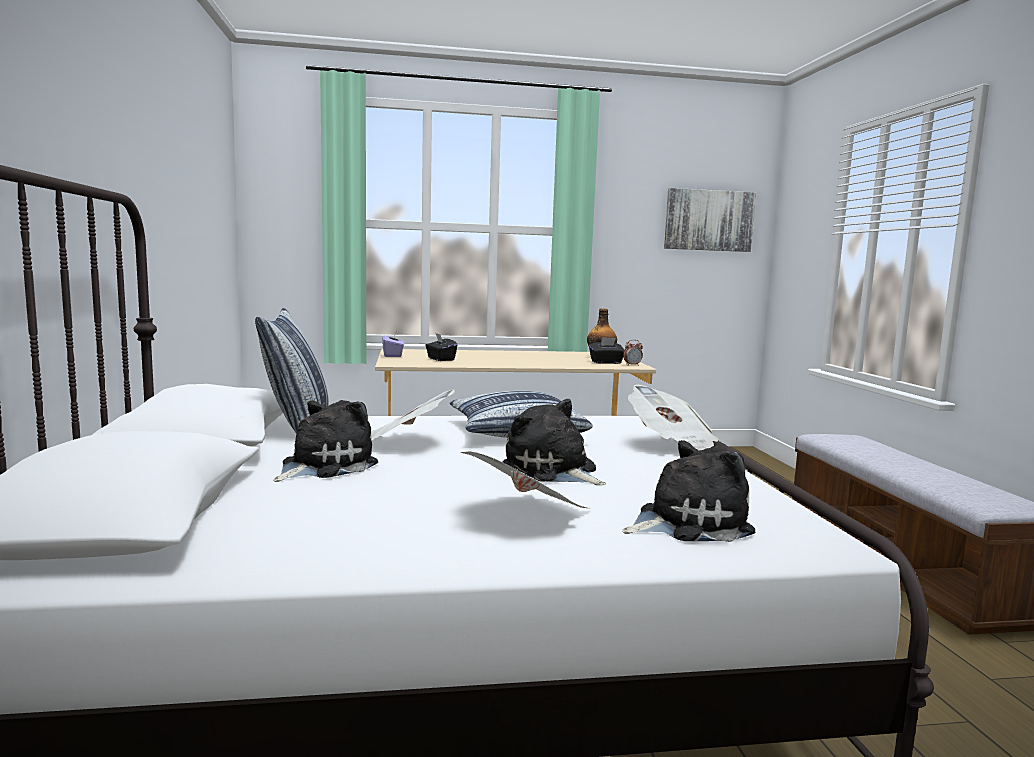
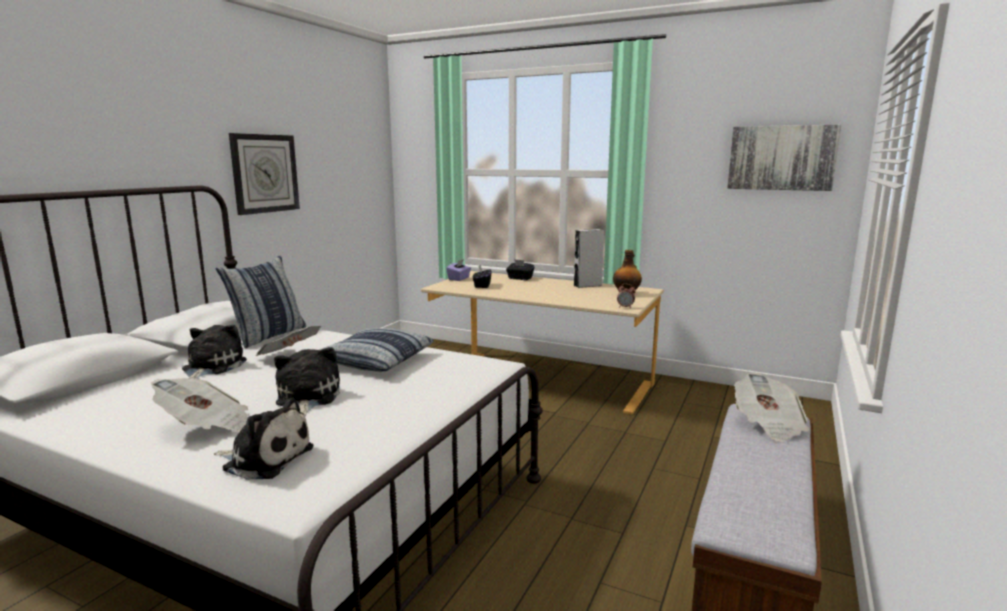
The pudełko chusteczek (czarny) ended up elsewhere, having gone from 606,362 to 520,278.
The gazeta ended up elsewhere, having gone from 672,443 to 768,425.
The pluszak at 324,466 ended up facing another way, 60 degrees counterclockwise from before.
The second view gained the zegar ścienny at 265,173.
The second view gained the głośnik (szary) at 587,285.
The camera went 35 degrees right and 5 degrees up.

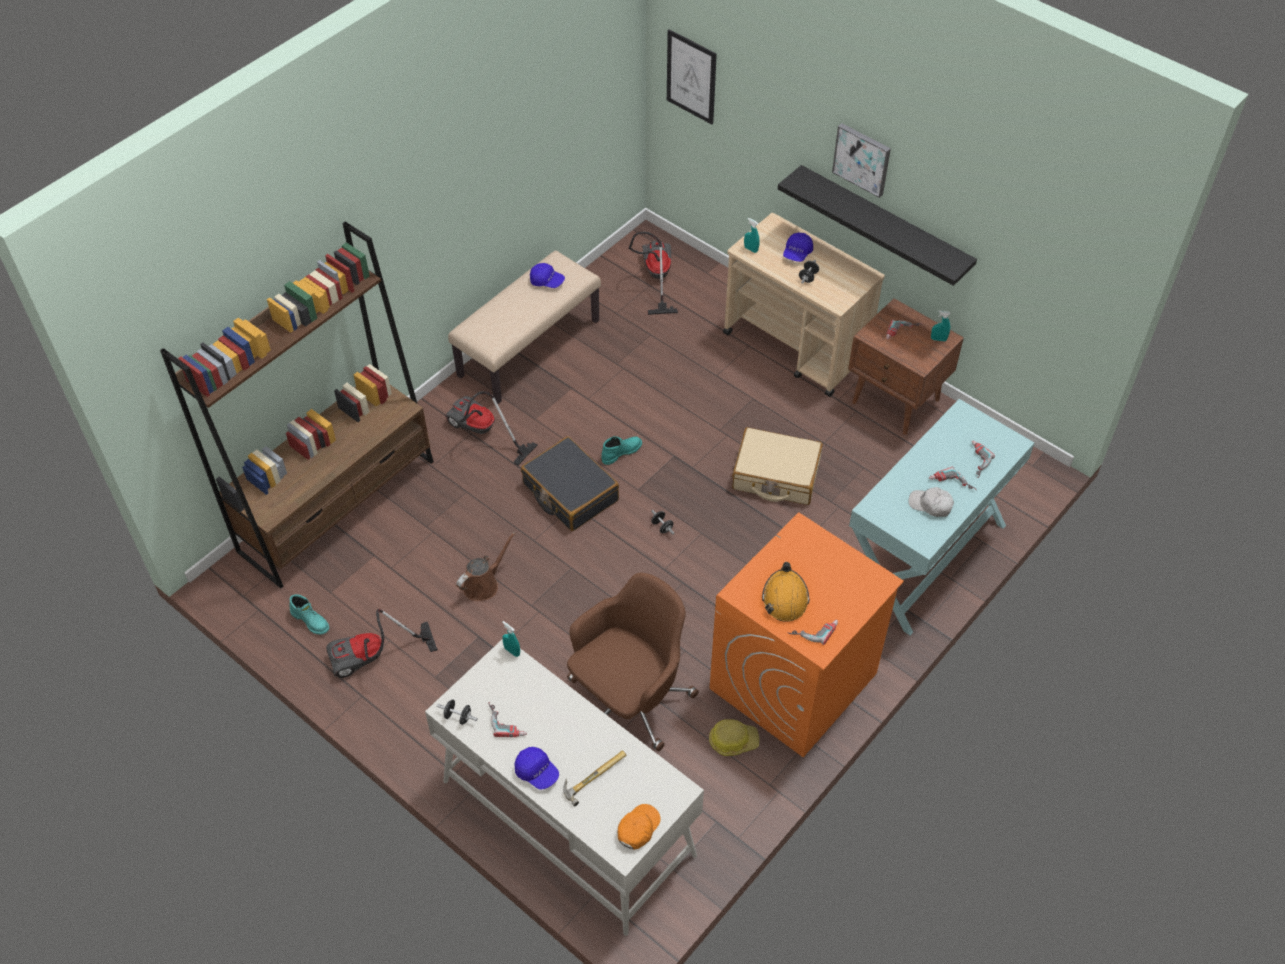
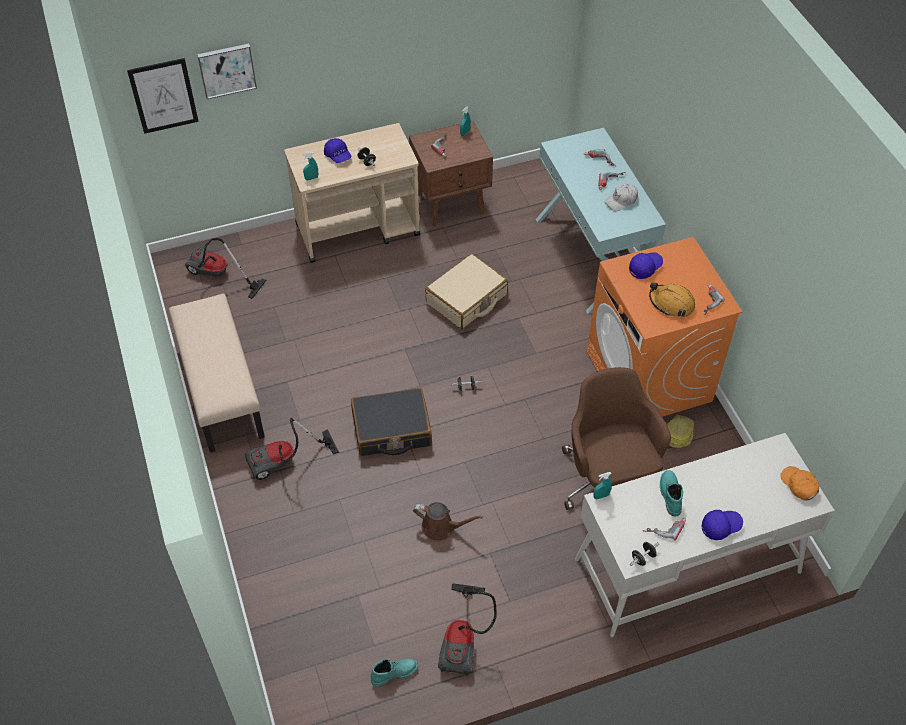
The obraz ended up elsewhere, having gone from 862,159 to 227,70.
The second view lost the półka (czarny) at 884,225.
The second view lost the regał (brązowy) at 338,505.
The czapka z daszkiem (niebieski) ended up elsewhere, having gone from 547,281 to 645,268.
The but z cholewką (turkusowy) ended up elsewhere, having gone from 621,452 to 669,494.
The konewka (brązowy) at 483,584 ended up facing another way, 120 degrees clockwise from before.
The second view lost the młotek at 592,774.
The camera went 60 degrees left and 0 degrees up.

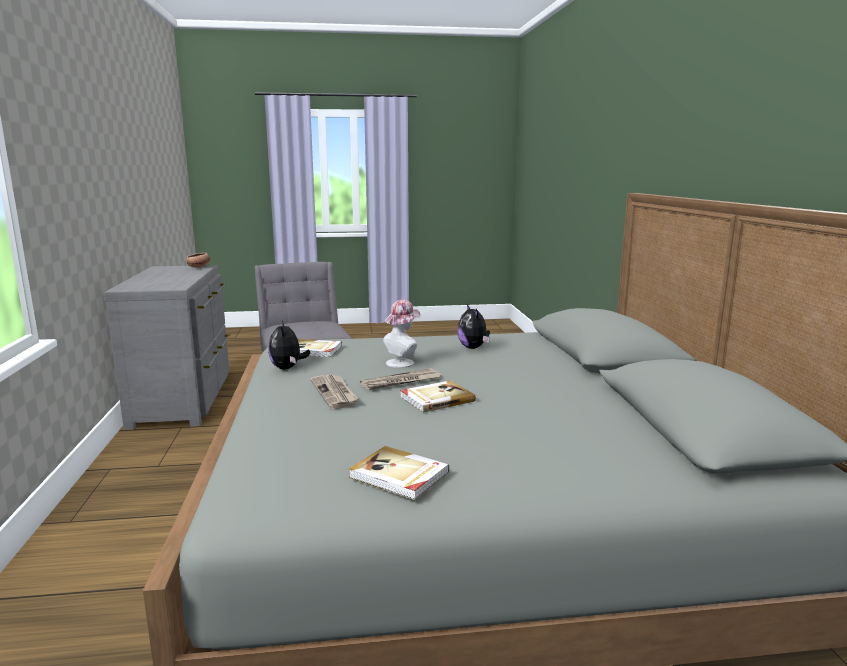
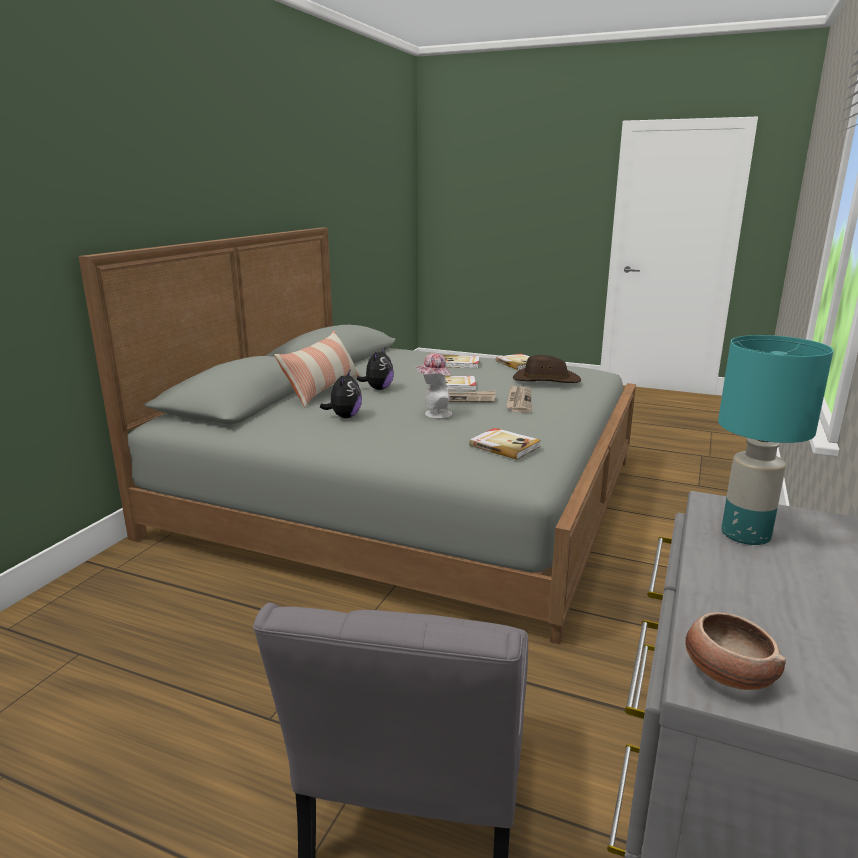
The pluszak ended up elsewhere, having gone from 287,368 to 378,389.
The second view gained the poduszka at 322,389.
The second view gained the lampa stołowa (turkusowy) at 745,534.
The second view gained the książka at 460,363.
The second view gained the kapelusz (brązowy) at 545,380.
The camera went 150 degrees left and 5 degrees up.

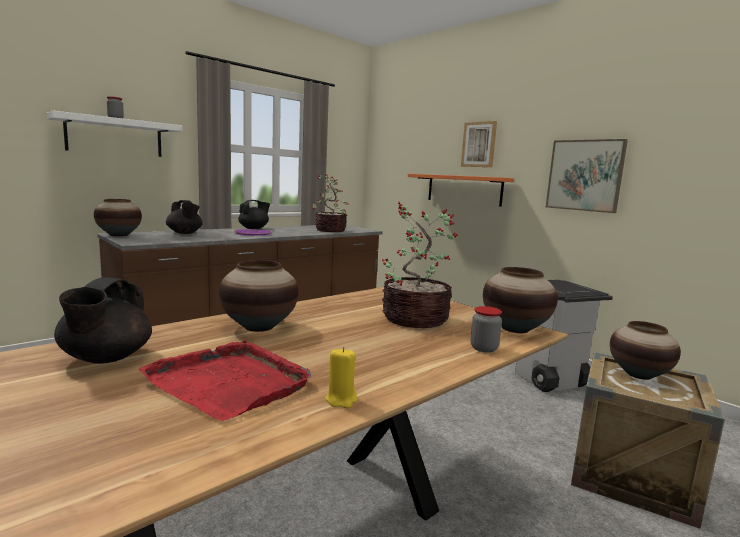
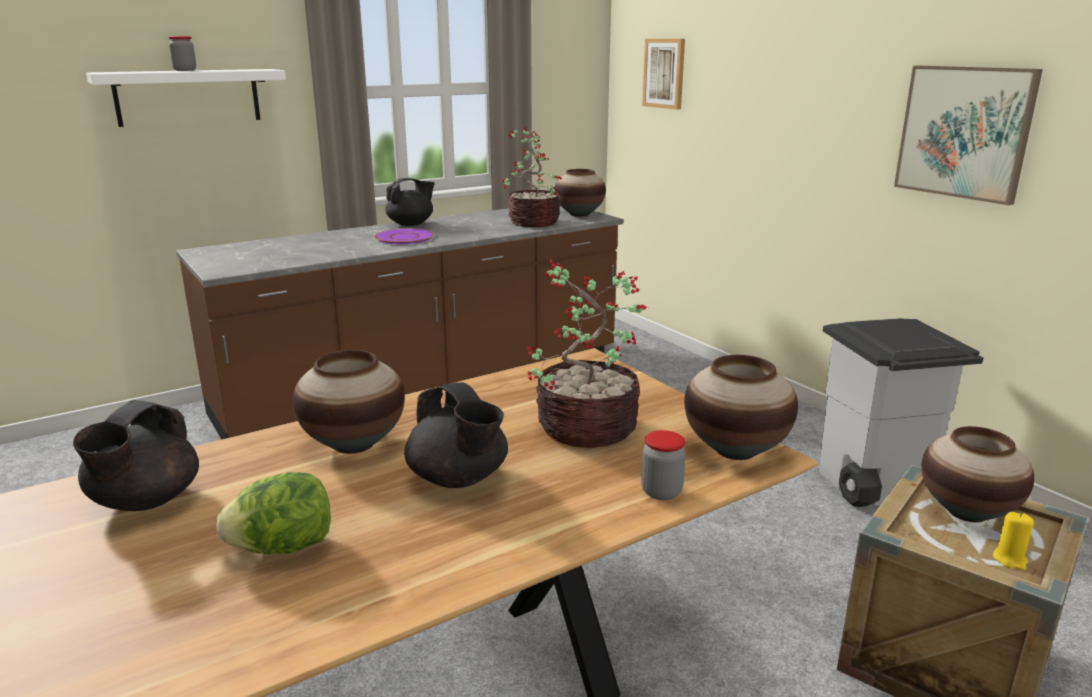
The obraz ended up elsewhere, having gone from 479,144 to 664,73.
The second view lost the półka (pomarańczowy) at 463,189.
The wazon ended up elsewhere, having gone from 119,235 to 579,214.
The imbryk (czarny) ended up elsewhere, having gone from 185,233 to 459,479.
Where the taca (czerwony) stood at 230,382, the sałata came to stand at 284,548.
The świeca (żółty) ended up elsewhere, having gone from 341,400 to 1010,560.
The camera went 10 degrees right and 10 degrees up.

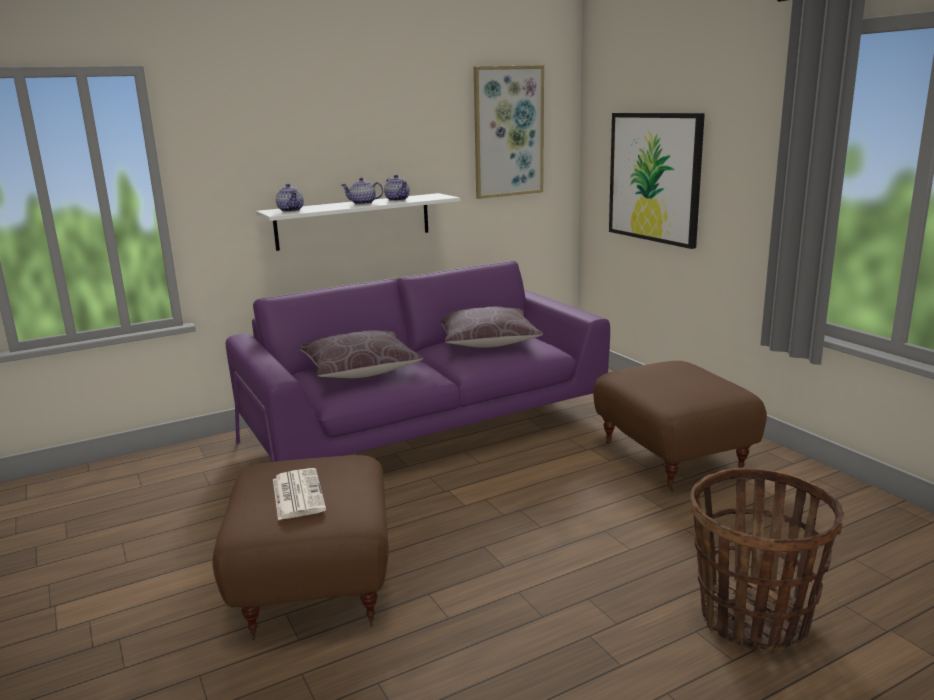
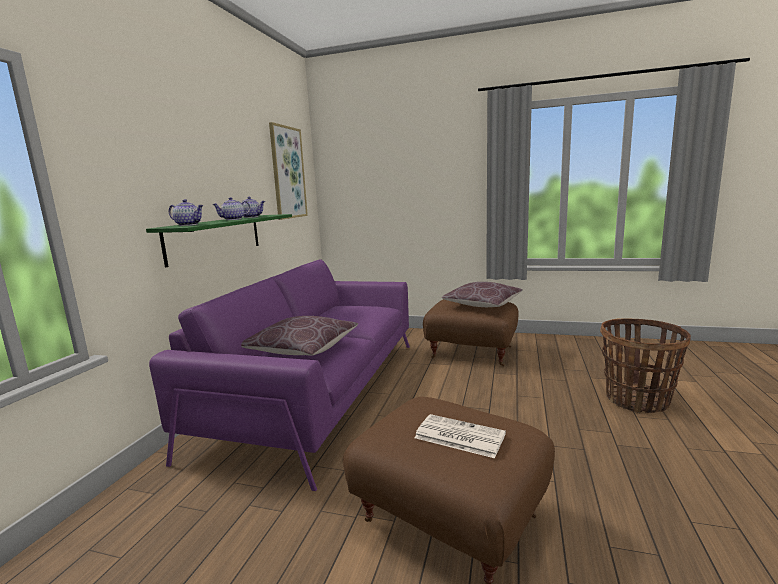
The second view lost the obraz at 654,177.
What was the półka (biały) at 354,221 turned into the półka (zielony) at 216,237.
The poduszka (brązowy) ended up elsewhere, having gone from 487,341 to 482,304.
The camera went 45 degrees left and 5 degrees down.

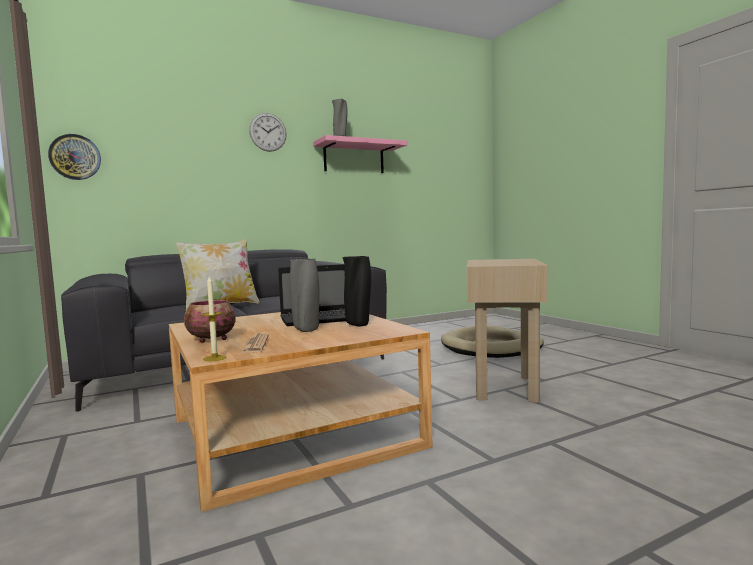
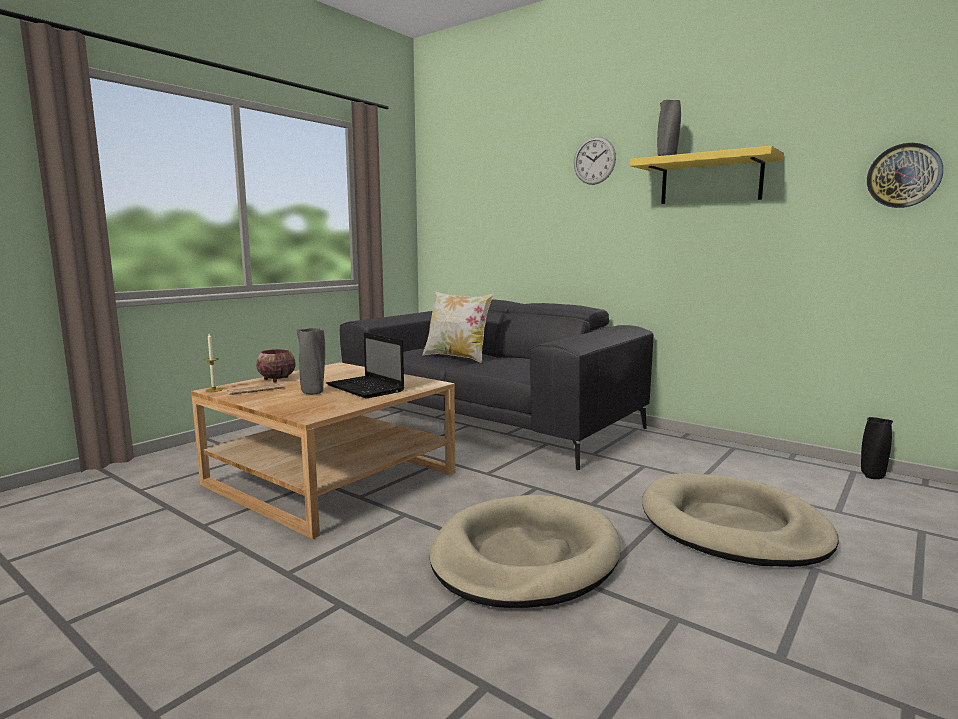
The zegar ścienny ended up elsewhere, having gone from 75,157 to 904,176.
What was the półka (różowy) at 354,158 turned into the półka (żółty) at 710,180.
The wazon (czarny) ended up elsewhere, having gone from 358,324 to 872,476.
Where the stolik (beżowy) stood at 504,387, the legowisko (beżowy) came to stand at 524,557.
The camera went 65 degrees right and 5 degrees up.

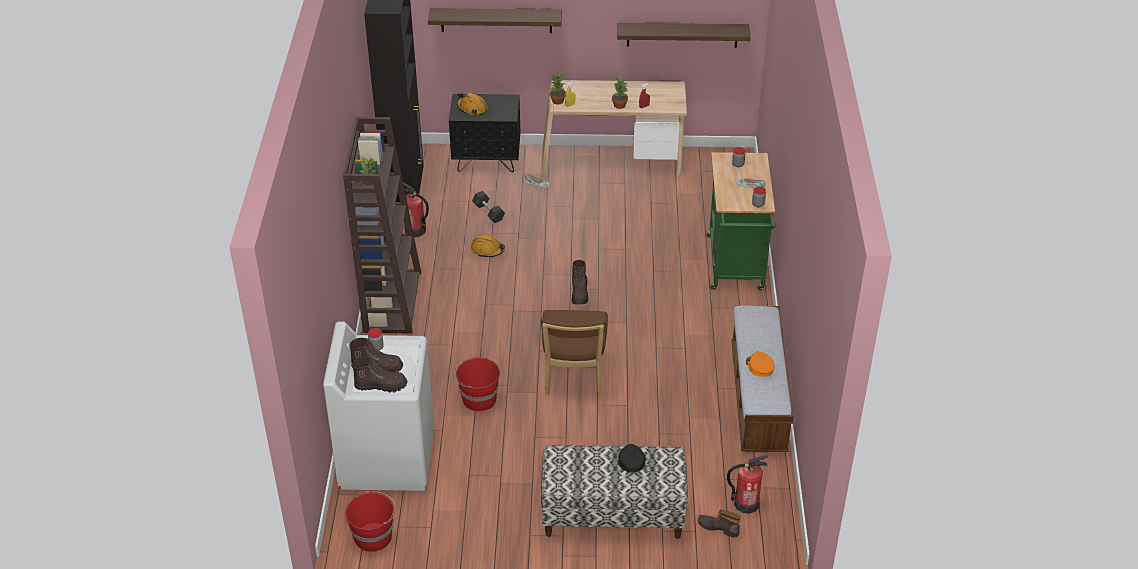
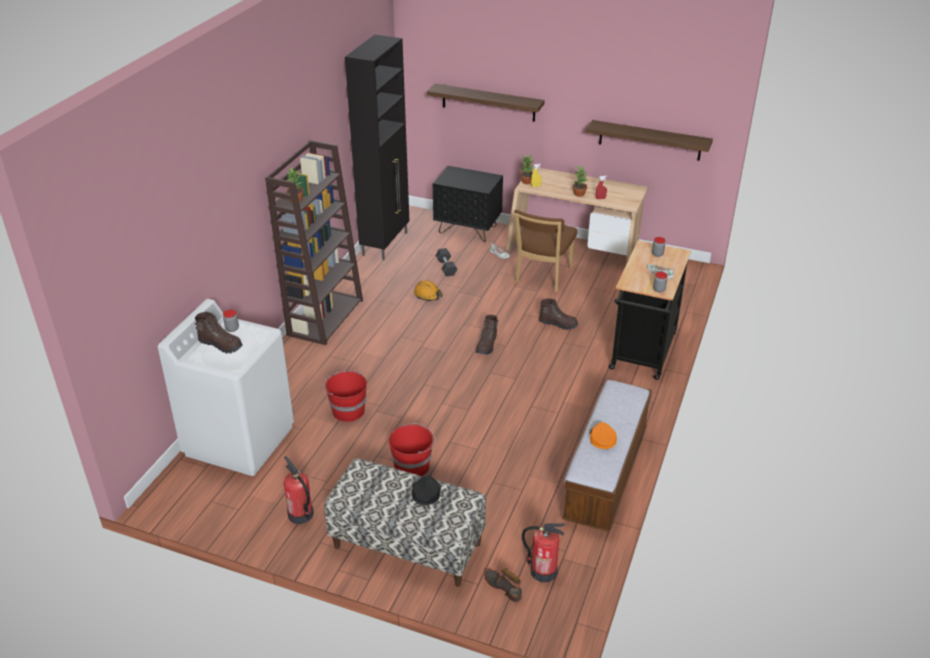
The second view lost the kask (pomarańczowy) at 472,108.
What was the wózek (zielony) at 735,267 turned into the wózek (czarny) at 642,355.
The gaśnica ended up elsewhere, having gone from 415,230 to 301,515.
The krzesło (brązowy) ended up elsewhere, having gone from 573,377 to 542,277.
The but z cholewką (brązowy) ended up elsewhere, having gone from 381,385 to 558,324.
The wiadro (czerwony) ended up elsewhere, having gone from 373,536 to 412,466.
The camera went 20 degrees right and 5 degrees down.

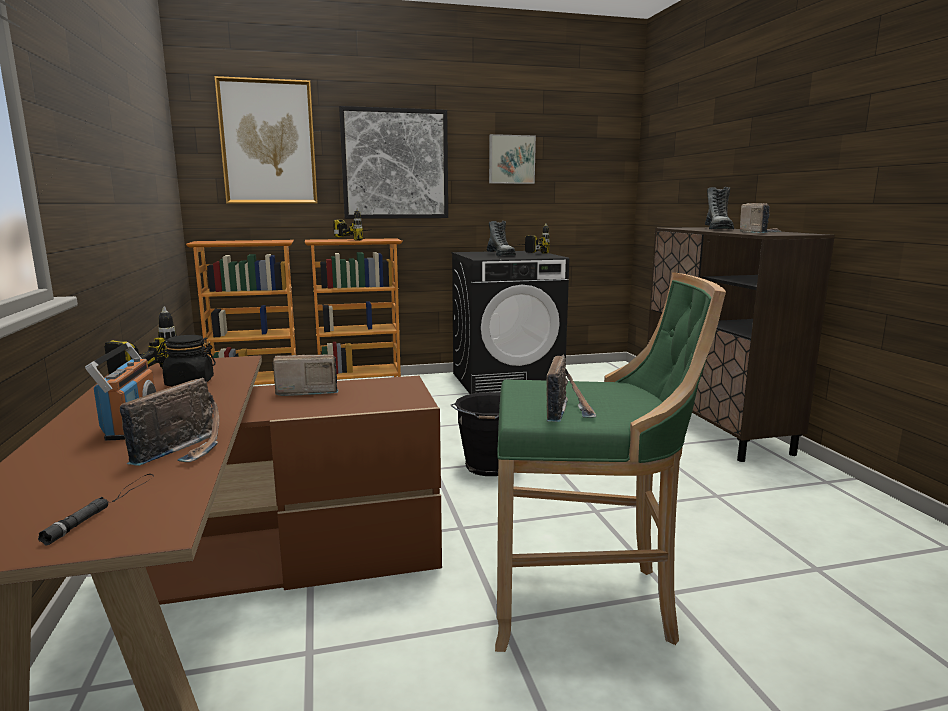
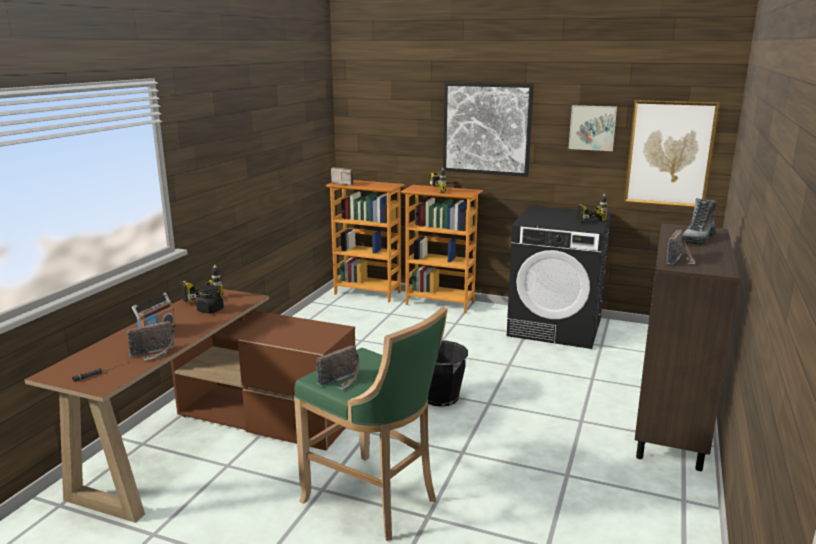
The obraz ended up elsewhere, having gone from 268,142 to 669,153.
The second view lost the but z cholewką at 501,255.
The radio ended up elsewhere, having gone from 306,391 to 343,183.
The camera went 35 degrees right and 5 degrees up.

